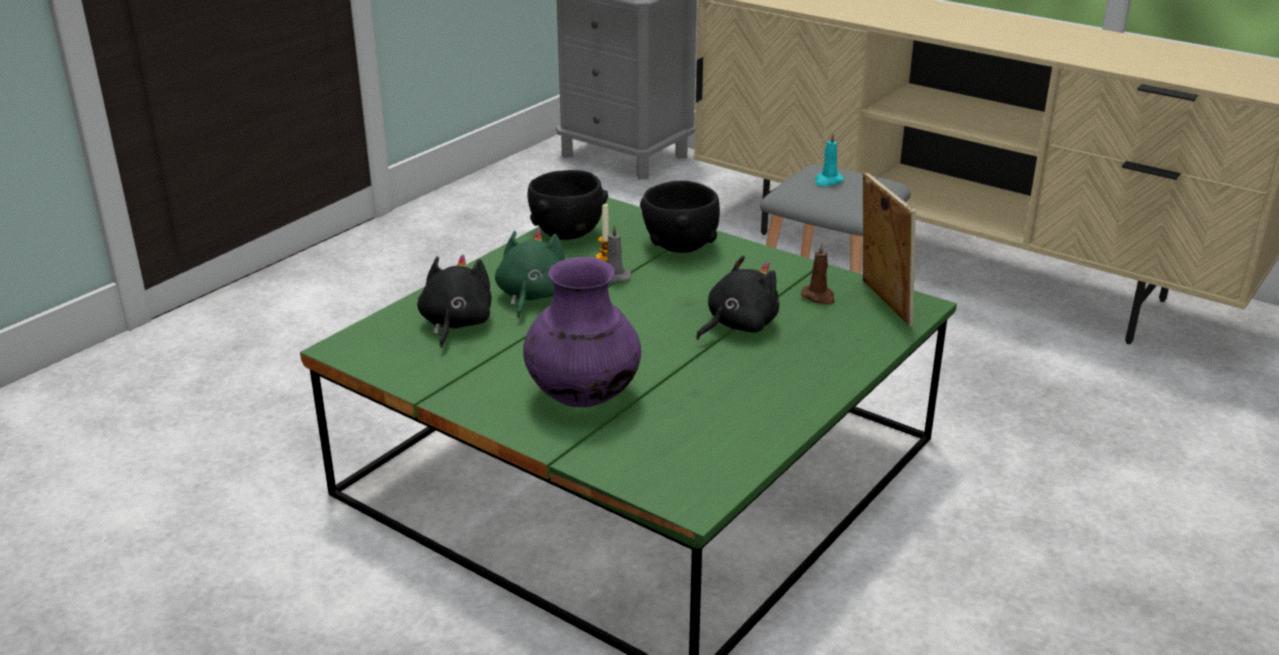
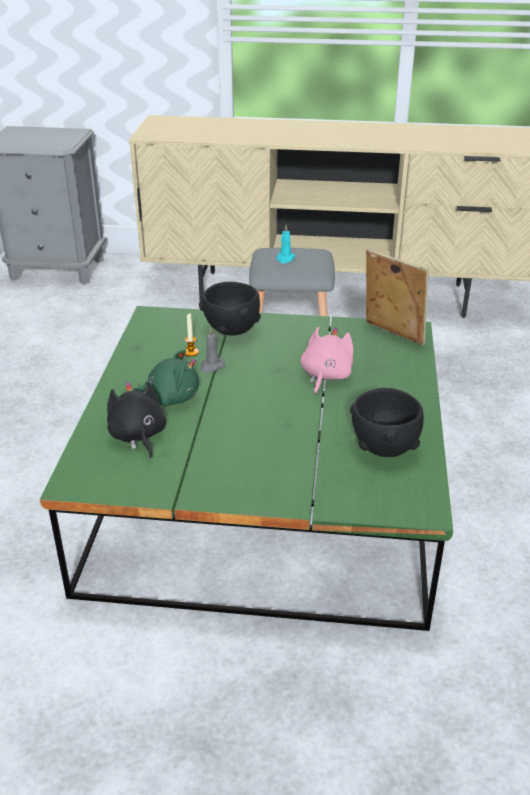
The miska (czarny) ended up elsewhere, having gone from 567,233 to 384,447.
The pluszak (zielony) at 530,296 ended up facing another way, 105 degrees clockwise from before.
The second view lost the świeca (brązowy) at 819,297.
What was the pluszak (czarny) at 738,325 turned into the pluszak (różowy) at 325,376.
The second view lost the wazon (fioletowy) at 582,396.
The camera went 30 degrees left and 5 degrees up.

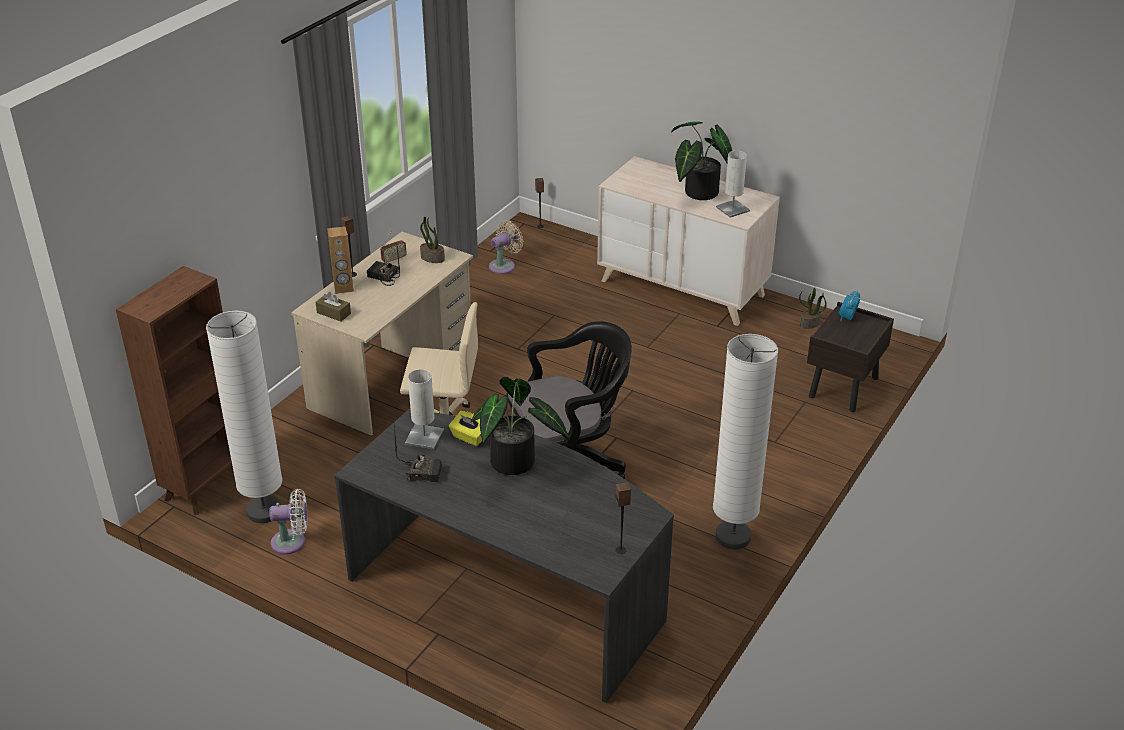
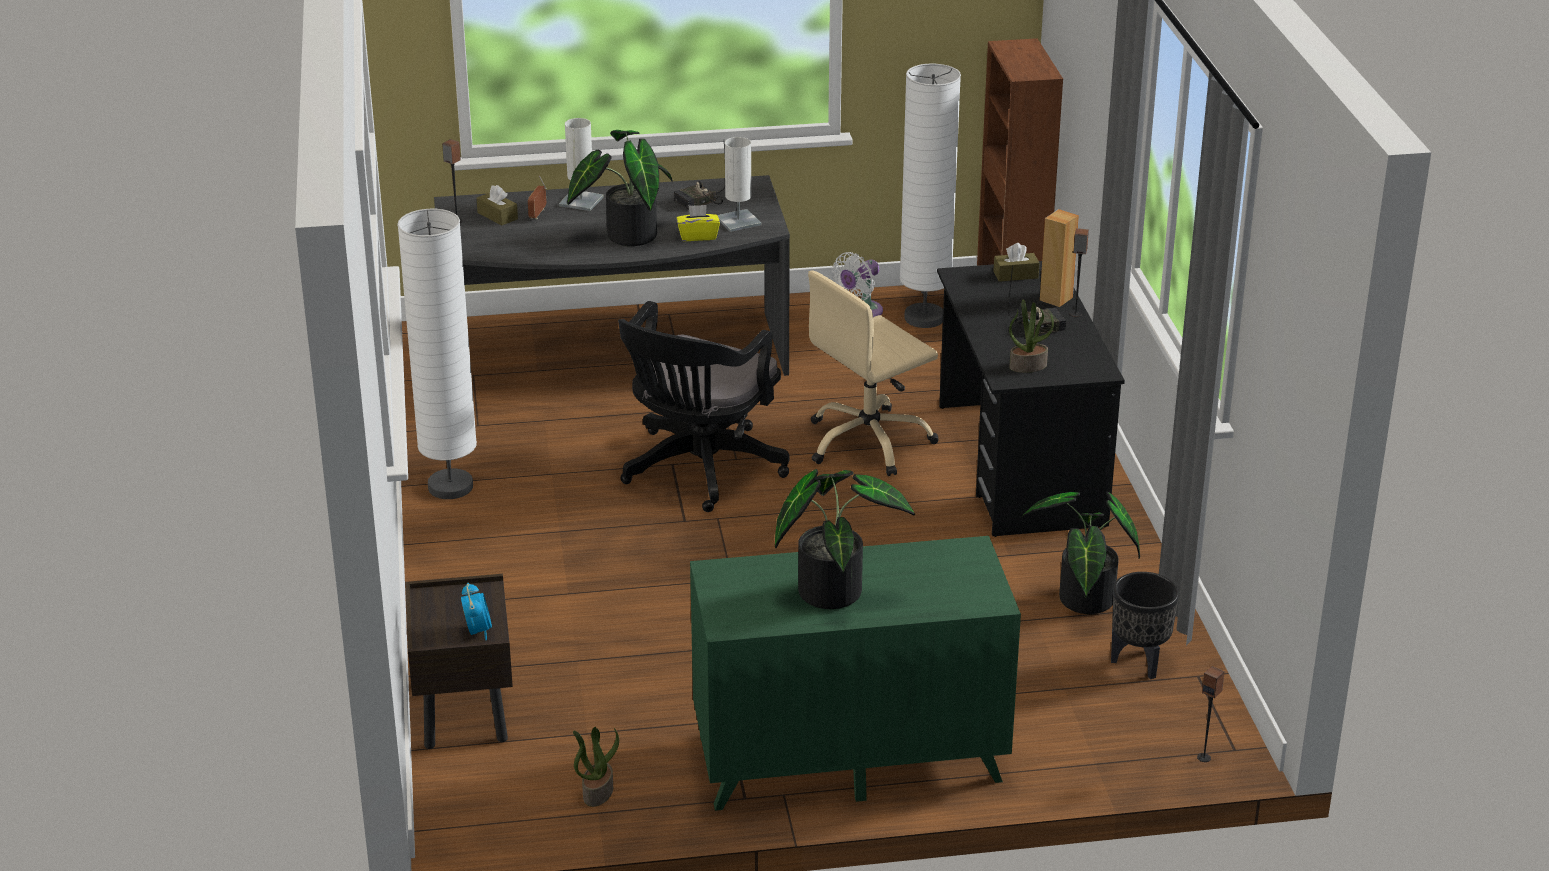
The lampa stołowa (biały) ended up elsewhere, having gone from 732,209 to 581,201.
What was the komoda (beżowy) at 683,288 turned into the komoda (zielony) at 847,758.
Where the wentylator (beżowy) stood at 504,265, the donica (czarny) came to stand at 1139,662.
The radio ended up elsewhere, having gone from 394,259 to 538,214.
What was the biurko (beżowy) at 392,377 turned into the biurko (czarny) at 1019,465.
The second view gained the pudełko chusteczek (brązowy) at 497,216.
The second view gained the roślina doniczkowa at 1082,602.
The camera went 140 degrees right and 5 degrees down.

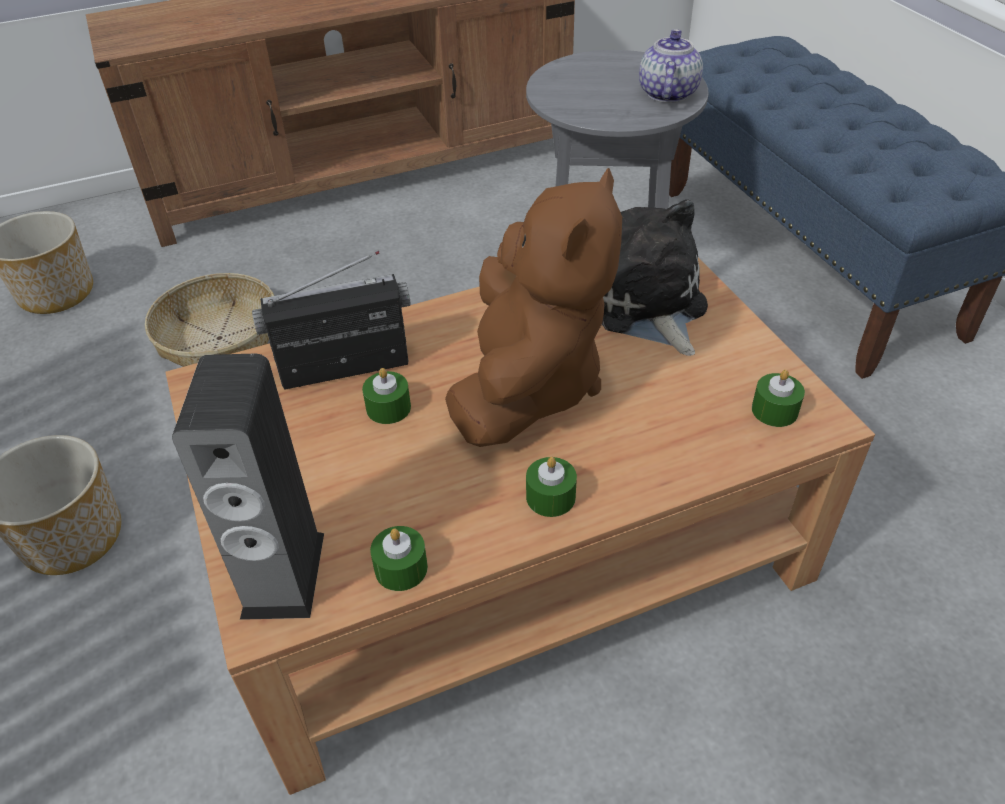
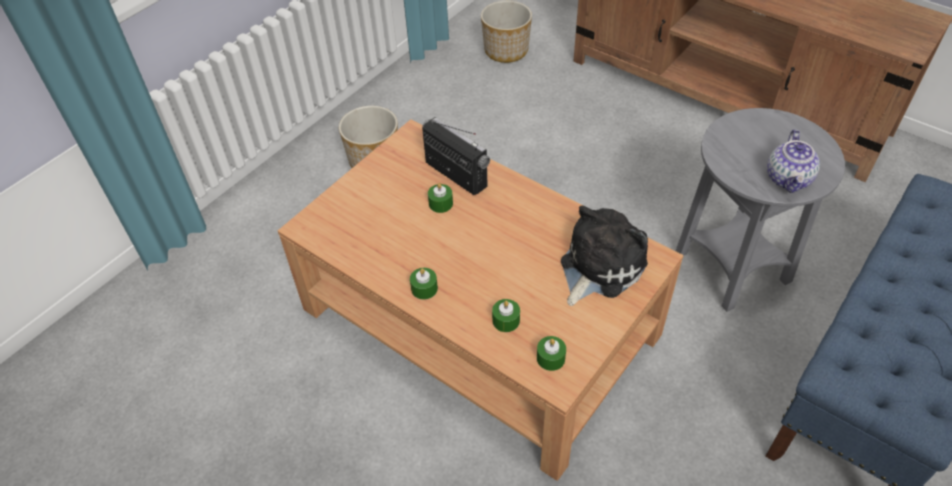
The imbryk at 667,93 ended up facing another way, 120 degrees clockwise from before.
The second view lost the pluszak (brązowy) at 528,386.
The second view lost the koszyk at 219,338.
The second view lost the głośnik at 283,574.
The świeca (zielony) ended up elsewhere, having gone from 401,568 to 506,320.
The camera went 60 degrees right and 5 degrees up.

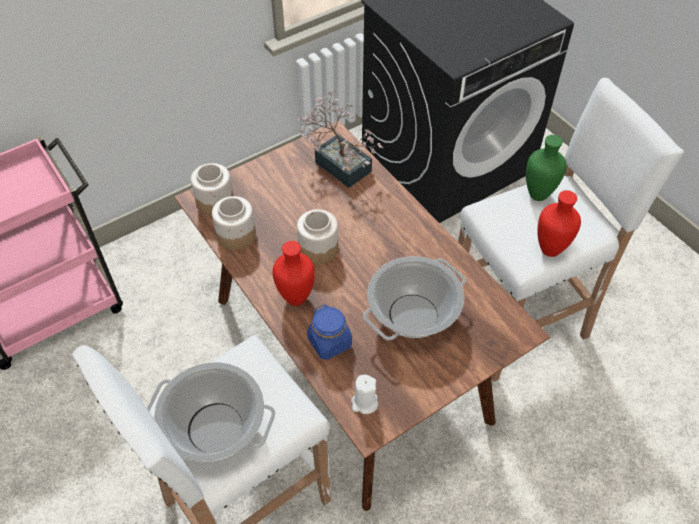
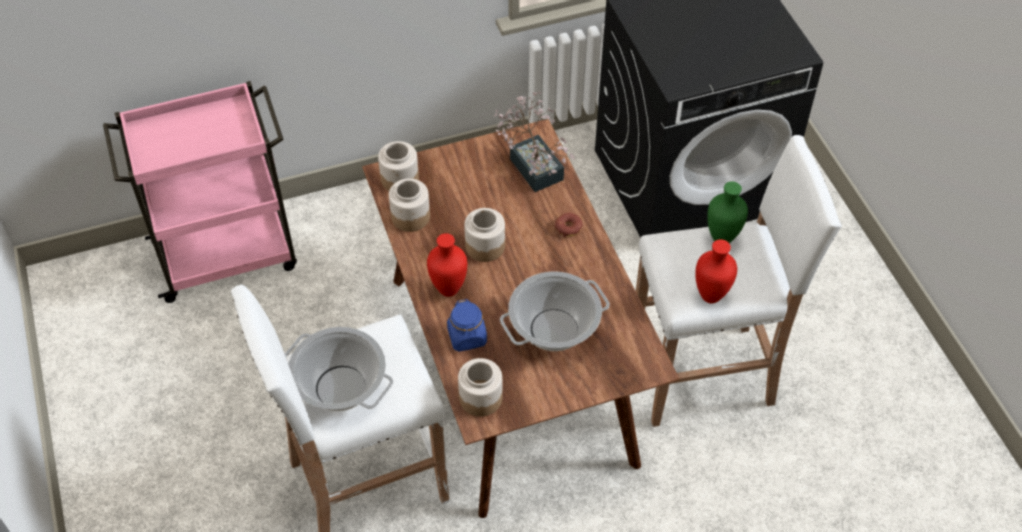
Where the świeca (biały) stood at 364,403, the słoik came to stand at 481,397.
The second view gained the donut at 568,227.
The camera went 15 degrees right and 0 degrees up.

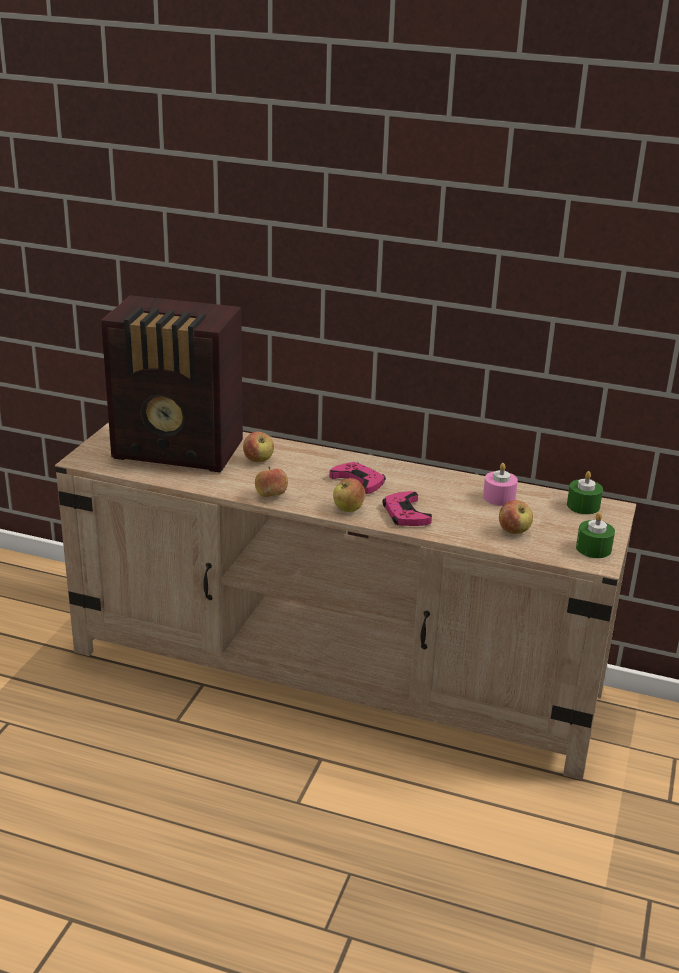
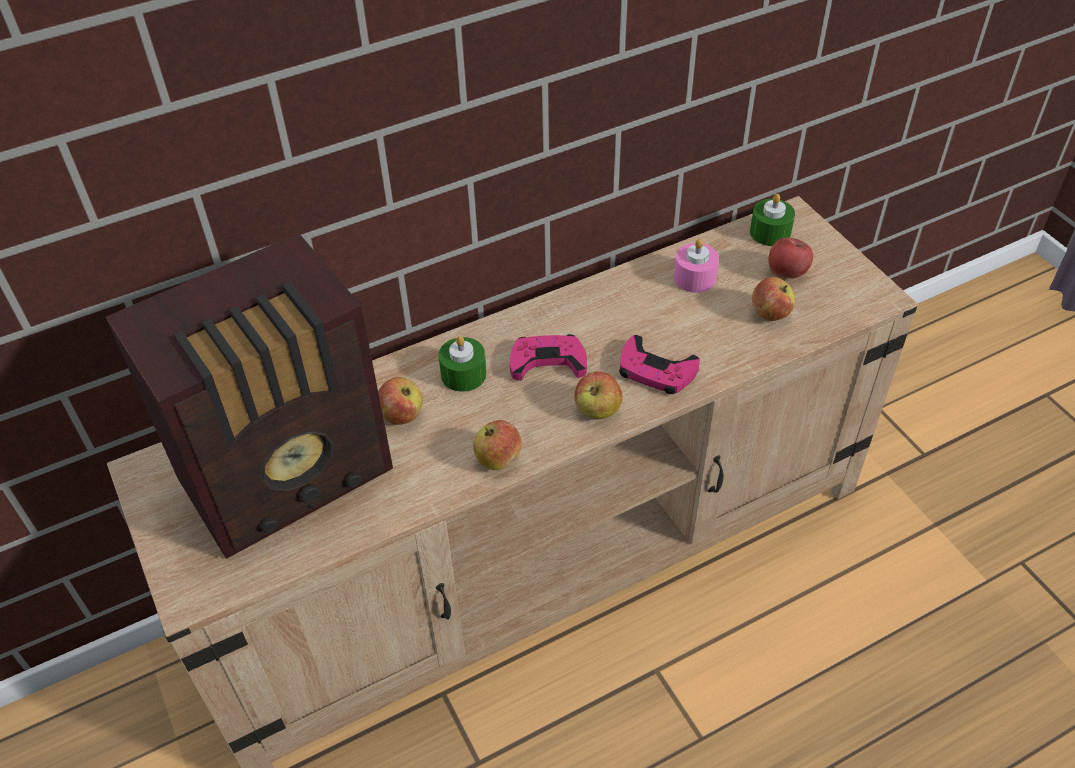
The świeca (zielony) ended up elsewhere, having gone from 593,548 to 463,374.
The second view gained the jabłko at 786,273.
The camera went 45 degrees left and 20 degrees up.

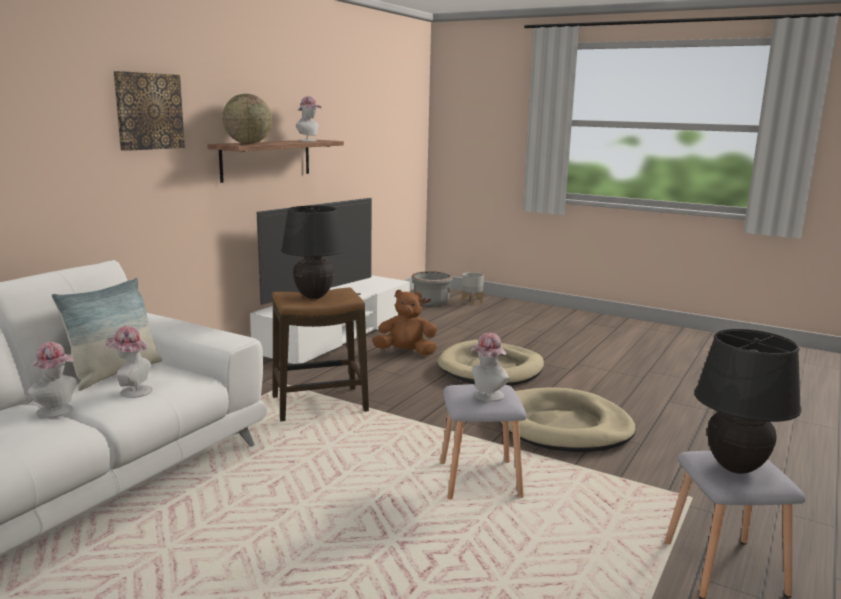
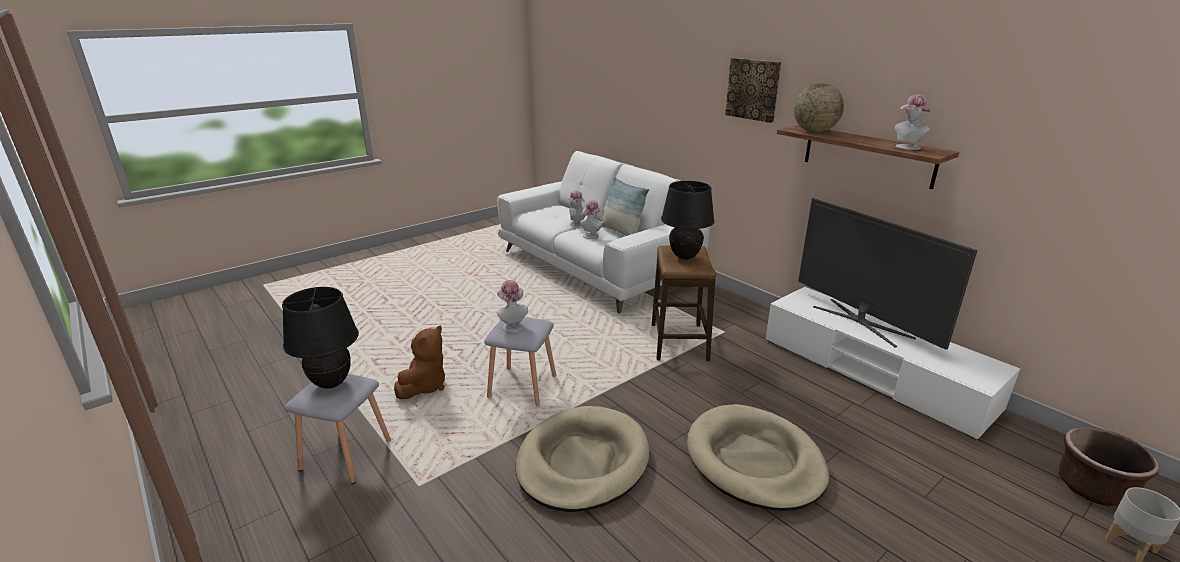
What was the donica (szary) at 431,302 turned into the donica (brązowy) at 1093,488.
The pluszak (brązowy) ended up elsewhere, having gone from 406,352 to 424,386.
The camera went 110 degrees right and 10 degrees up.

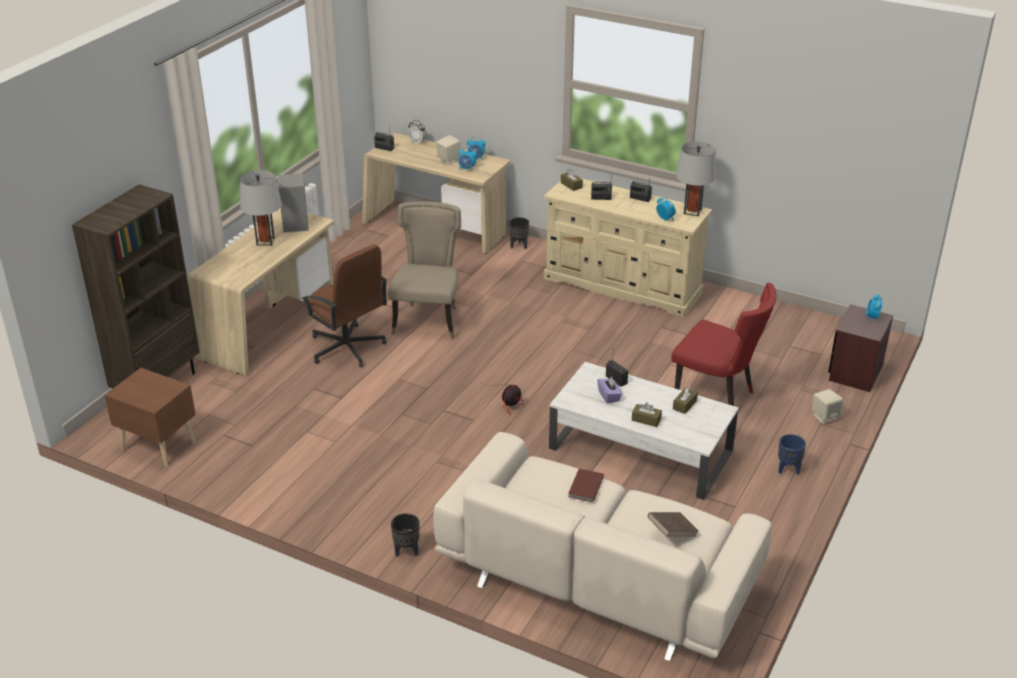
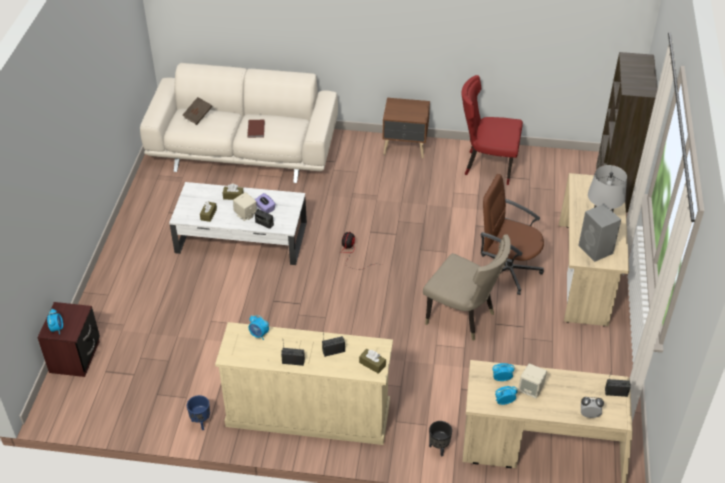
The second view lost the lampa stołowa (szary) at 692,211.
The krzesło (beżowy) at 428,320 ended up facing another way, 45 degrees counterclockwise from before.
The krzesło (czerwony) ended up elsewhere, having gone from 717,396 to 487,165.
The szafka nocna (brązowy) ended up elsewhere, having gone from 158,445 to 405,148.
The głośnik (beżowy) ended up elsewhere, having gone from 825,417 to 245,215.
The donica (niebieski) ended up elsewhere, having gone from 788,470 to 200,422.
The second view lost the donica (czarny) at 406,551.
The camera went 160 degrees right and 10 degrees up.

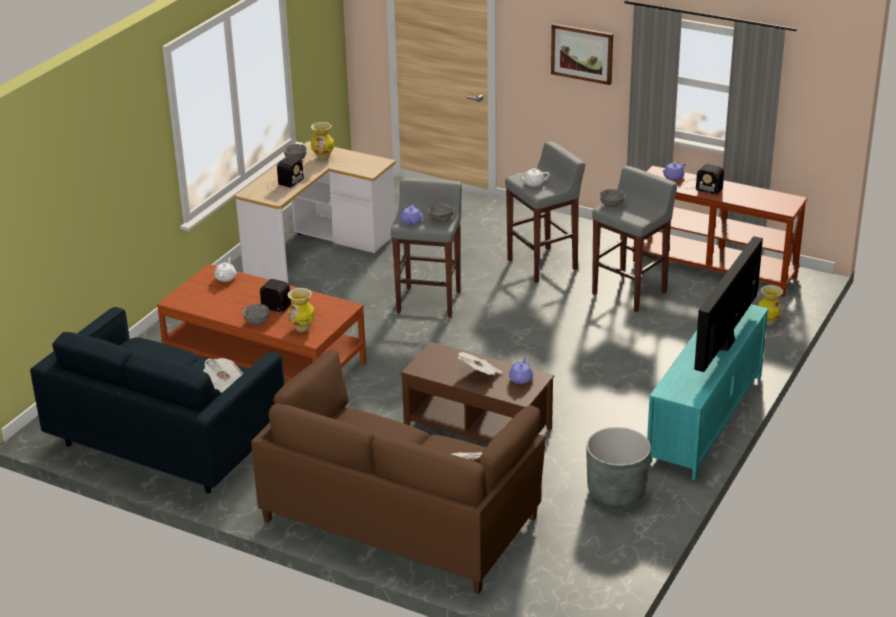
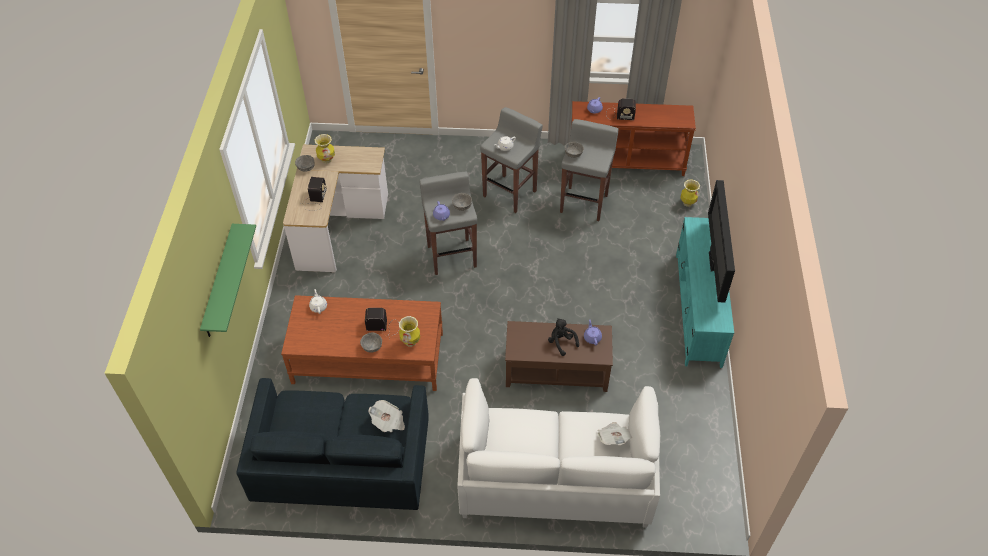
The second view lost the obraz at 582,53.
What was the kanapa (brązowy) at 401,518 turned into the kanapa (biały) at 555,477.
Where the gazeta stood at 480,374, the pluszak (czarny) came to stand at 561,342.
The second view lost the donica (szary) at 616,491.
The second view gained the półka (zielony) at 219,282.
The camera went 25 degrees left and 20 degrees up.

